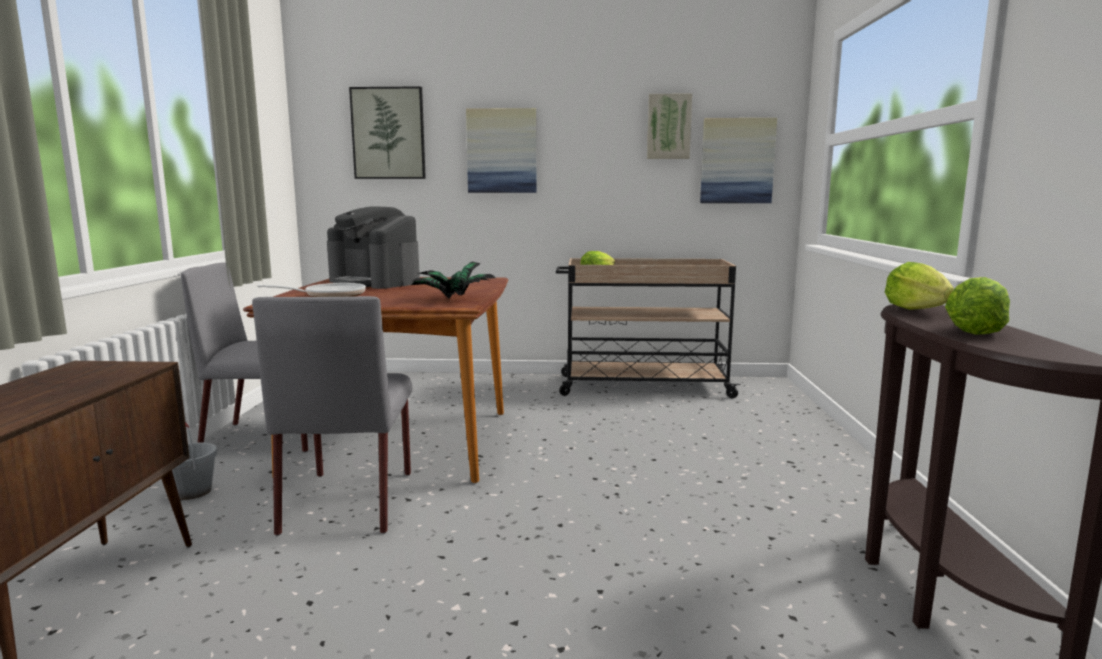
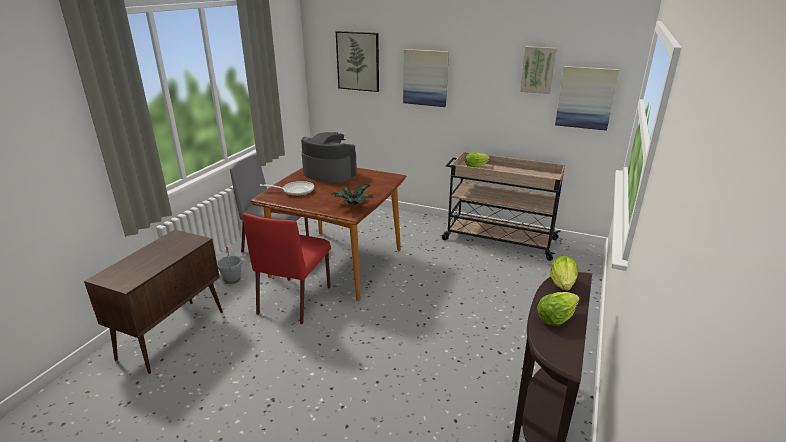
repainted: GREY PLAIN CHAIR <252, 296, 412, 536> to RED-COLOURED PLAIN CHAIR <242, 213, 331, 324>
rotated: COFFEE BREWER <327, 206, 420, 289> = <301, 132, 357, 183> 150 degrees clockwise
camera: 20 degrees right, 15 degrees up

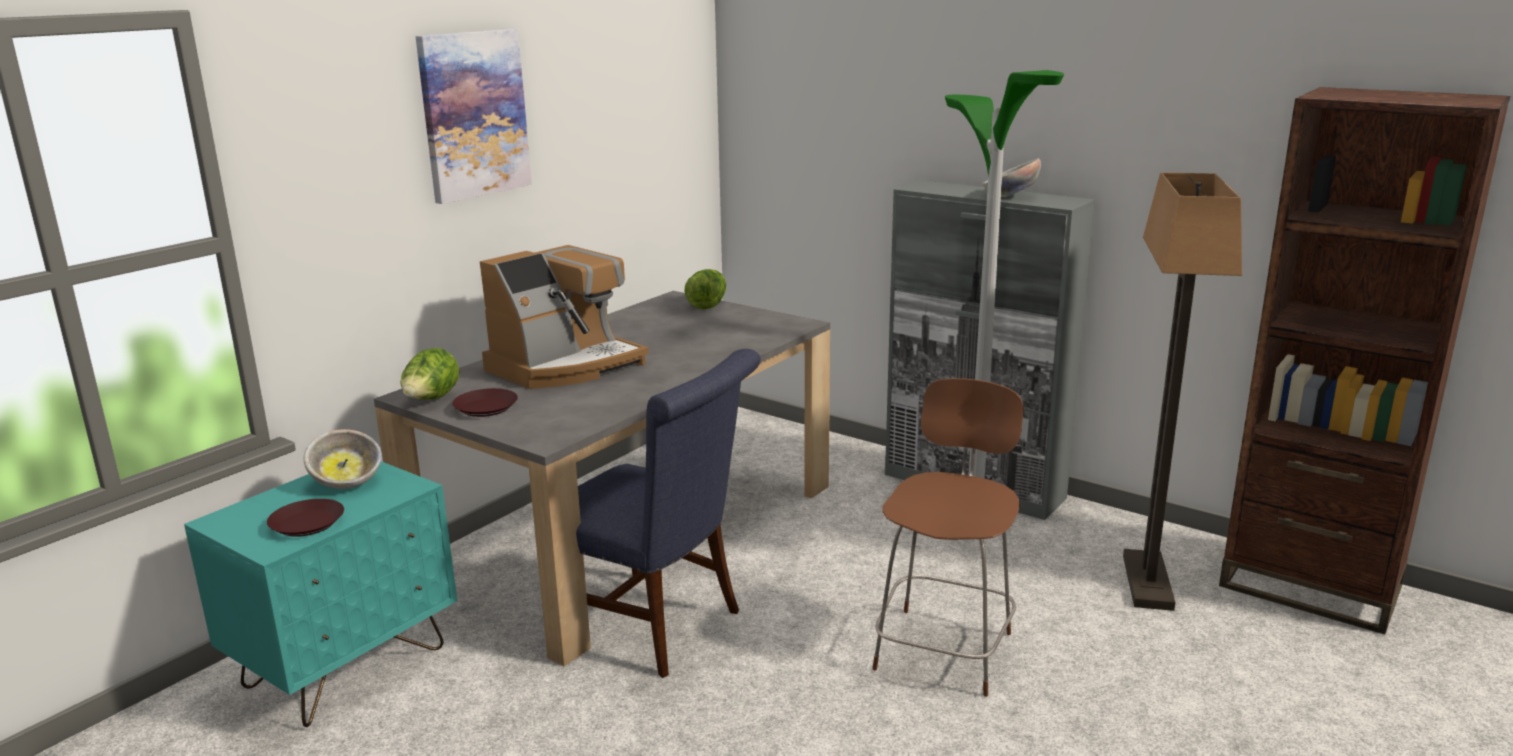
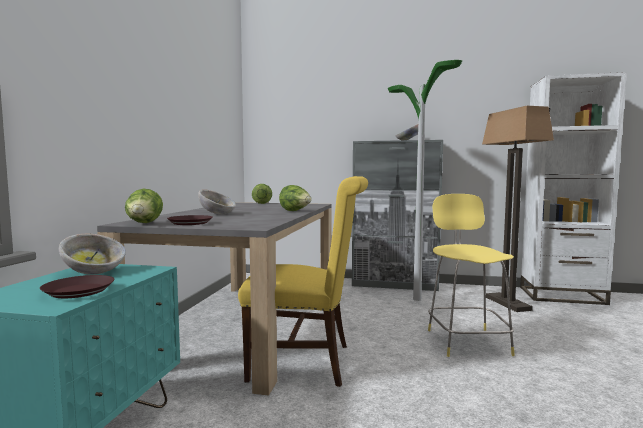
gone: WALL ART <415, 29, 532, 204>
new: LETTUCE HEAD <279, 185, 312, 211>
swapped: COFFEE BREWER <480, 245, 649, 389> to BOWL <198, 189, 236, 215>
repainted: BLUE-COLOURED PLAIN CHAIR <576, 349, 761, 678> to YELLOW-COLOURED PLAIN CHAIR <238, 176, 368, 387>; BROWNISH STOOL SEAT <873, 378, 1024, 697> to YELLOW-COLOURED STOOL SEAT <428, 194, 515, 357>; BROWNISH SHELVING UNIT <1219, 87, 1510, 634> to WHITISH SHELVING UNIT <520, 72, 627, 305>
camera: 25 degrees left, 15 degrees down

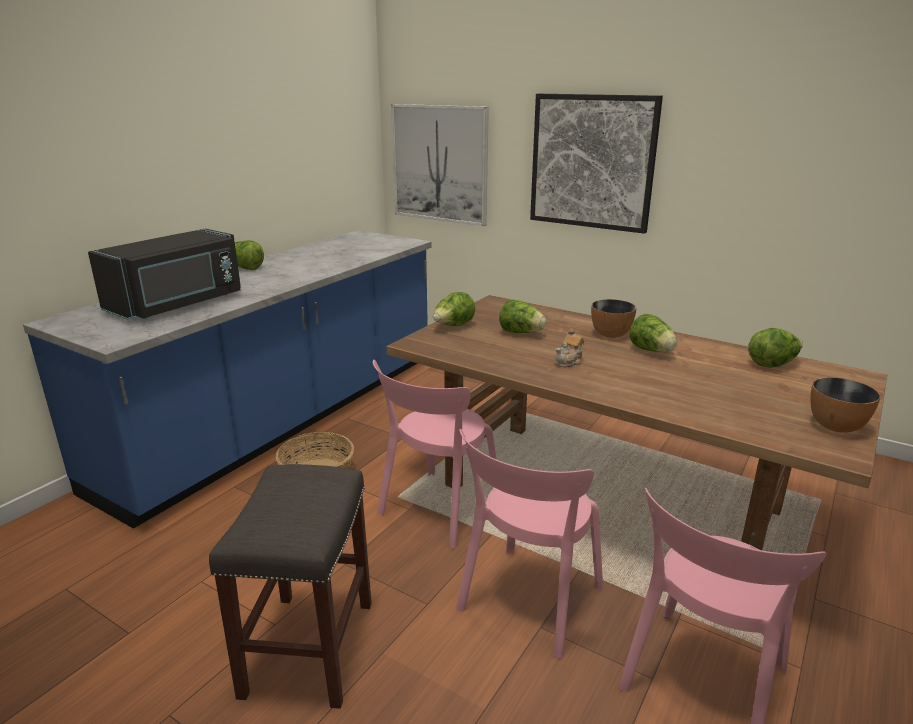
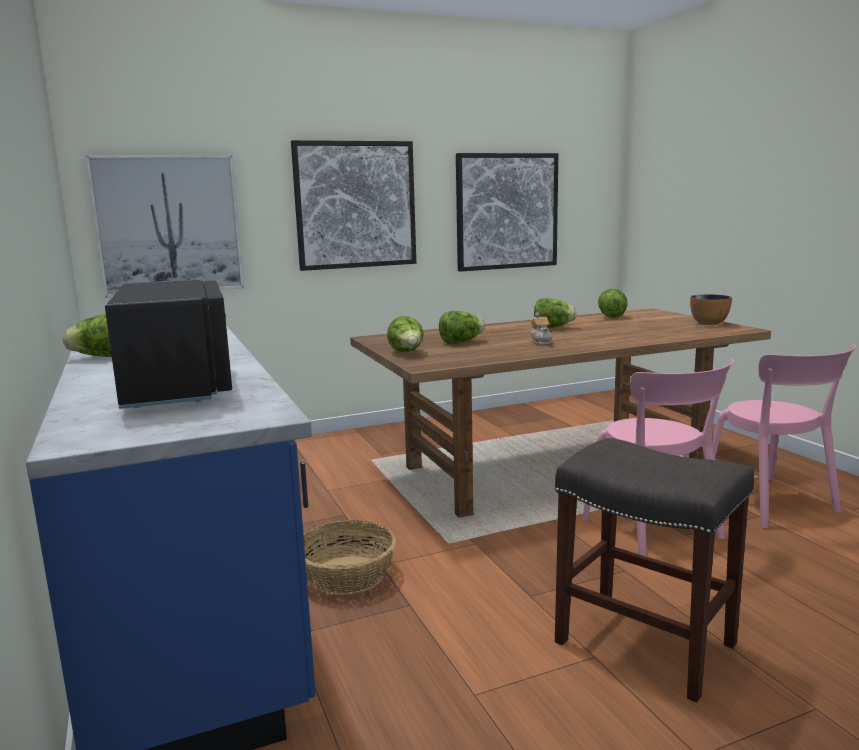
gone: PINKISH PLAIN CHAIR <373, 360, 497, 549>; BOWL <591, 299, 636, 338>
new: WALL ART <456, 153, 558, 272>
camera: 55 degrees left, 10 degrees down

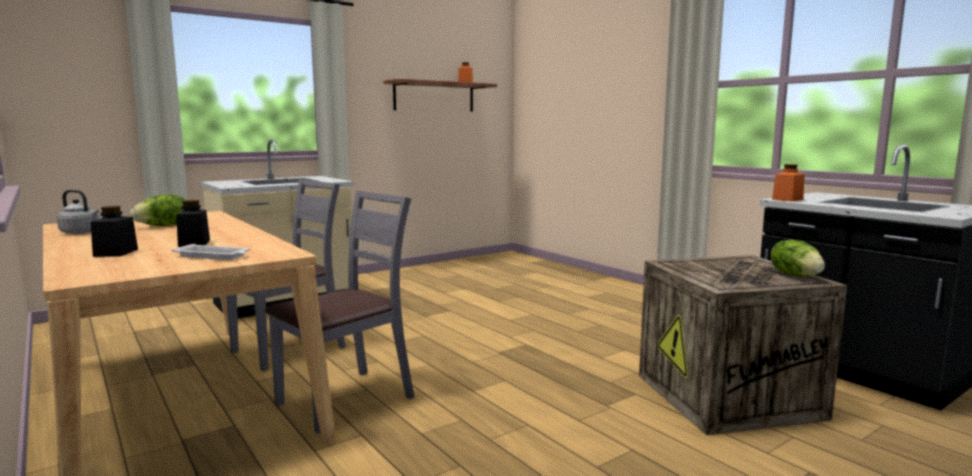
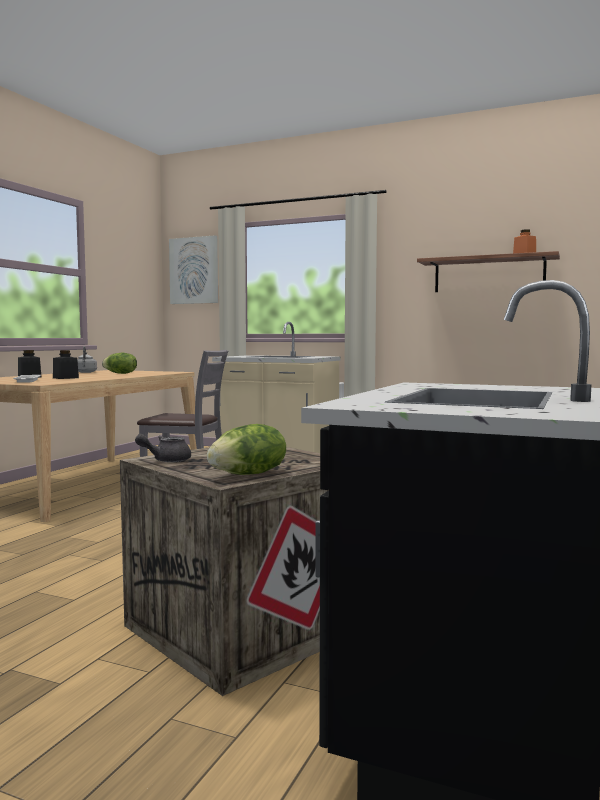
gone: GREY PLAIN CHAIR <265, 191, 415, 434>; ORANGE-COLOURED JAR <772, 164, 805, 202>
new: GREY TEAPOT <135, 434, 191, 462>; WALL ART <169, 235, 218, 304>
camera: 60 degrees right, 5 degrees down

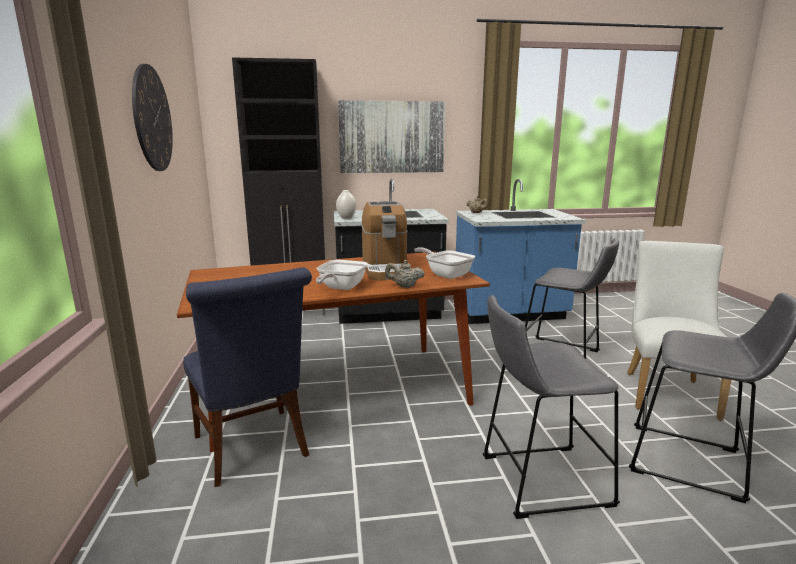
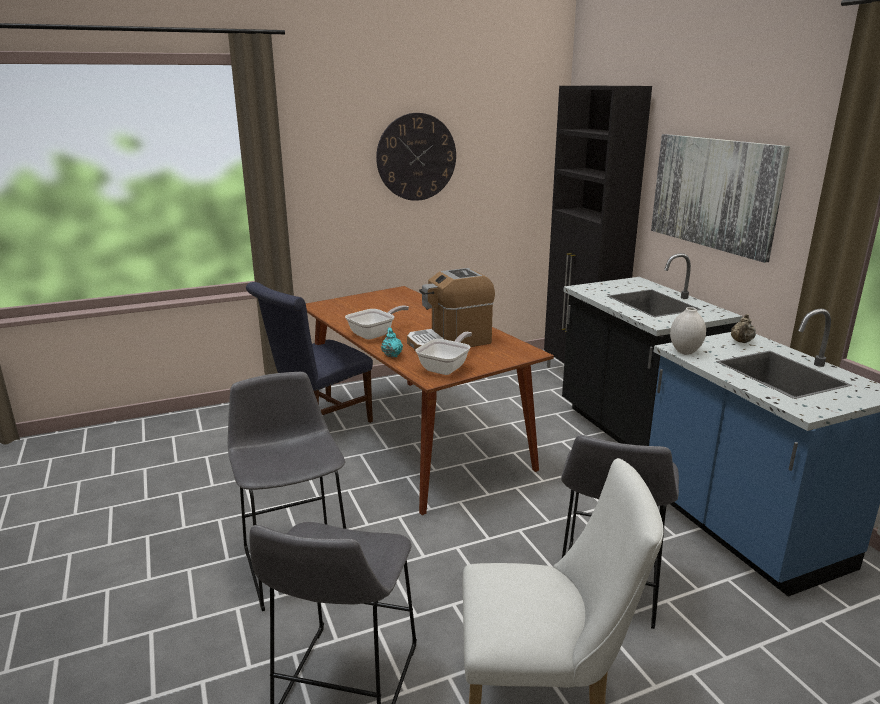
shifted: WHITISH FLOWER VASE <336, 190, 356, 219> to <670, 307, 706, 354>
repainted: BEIGE TEAPOT <385, 260, 425, 288> to BLUE-GREEN TEAPOT <381, 328, 403, 358>
rotated: PAN <316, 260, 368, 290> = <345, 305, 409, 340> 135 degrees clockwise
camera: 75 degrees right, 5 degrees up

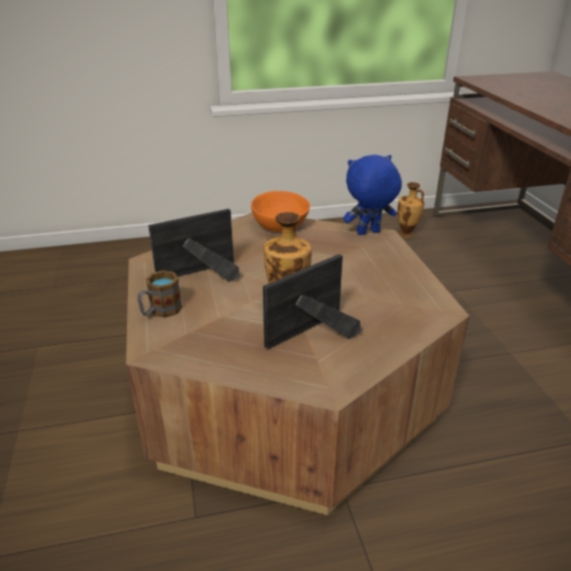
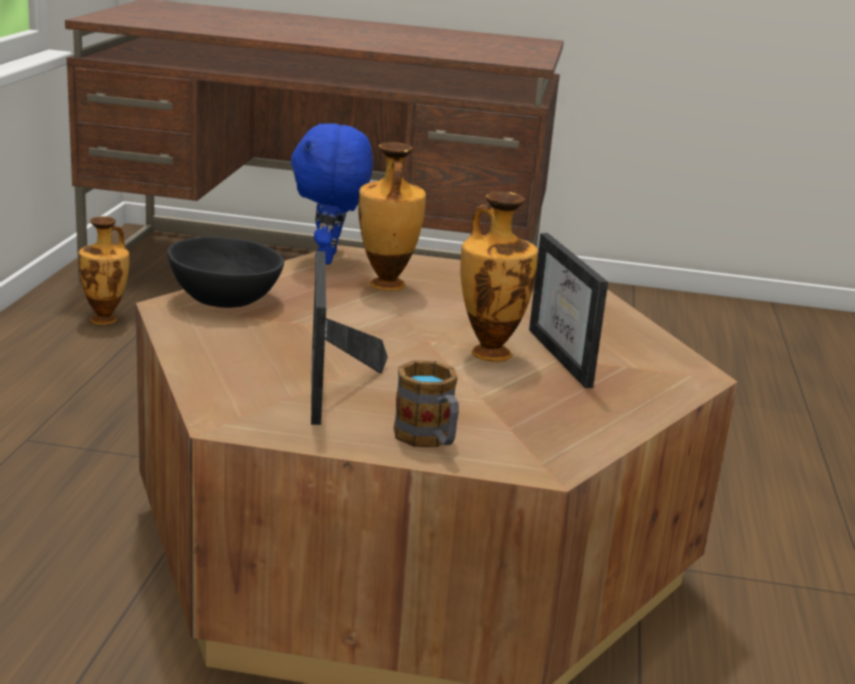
new: FLOWER VASE <358, 142, 426, 291>
repainted: ORANGE-COLOURED BOWL <251, 191, 310, 231> to BLACK BOWL <167, 236, 284, 308>
camera: 70 degrees left, 10 degrees down

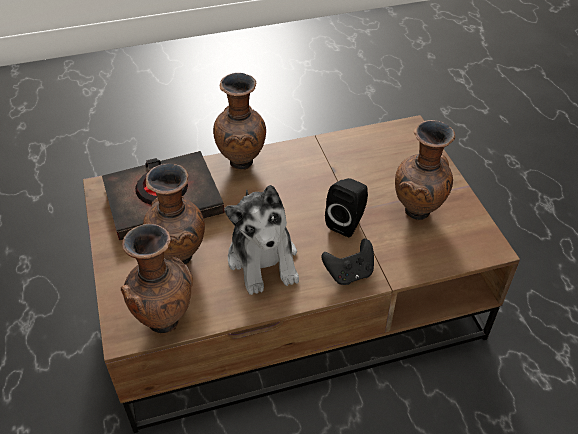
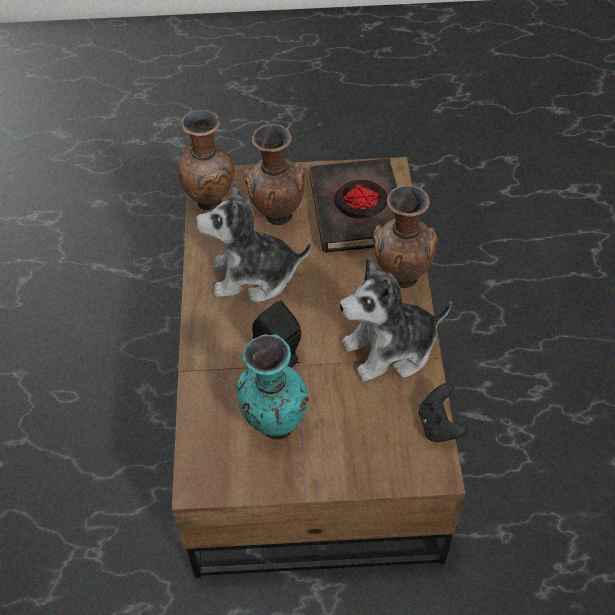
new: SOFT TOY <340, 257, 452, 382>
shifted: BLACK JOYPAD <321, 239, 374, 285> to <419, 383, 468, 442>
repainted: BROWNISH FLOWER VASE <395, 120, 455, 220> to BLUE-GREEN FLOWER VASE <237, 334, 309, 440>
camera: 105 degrees right, 5 degrees up

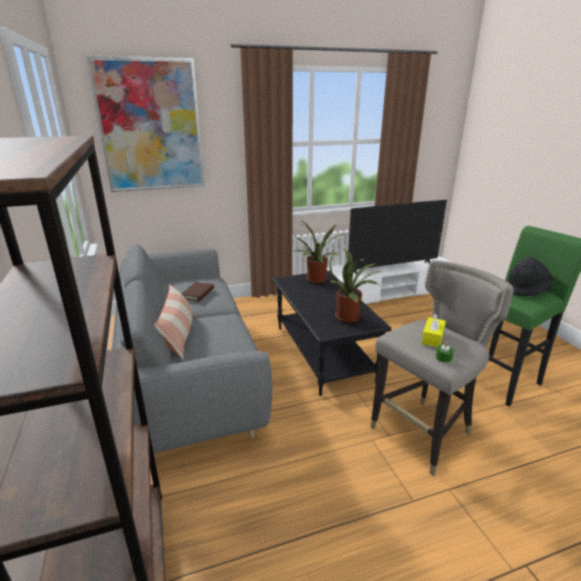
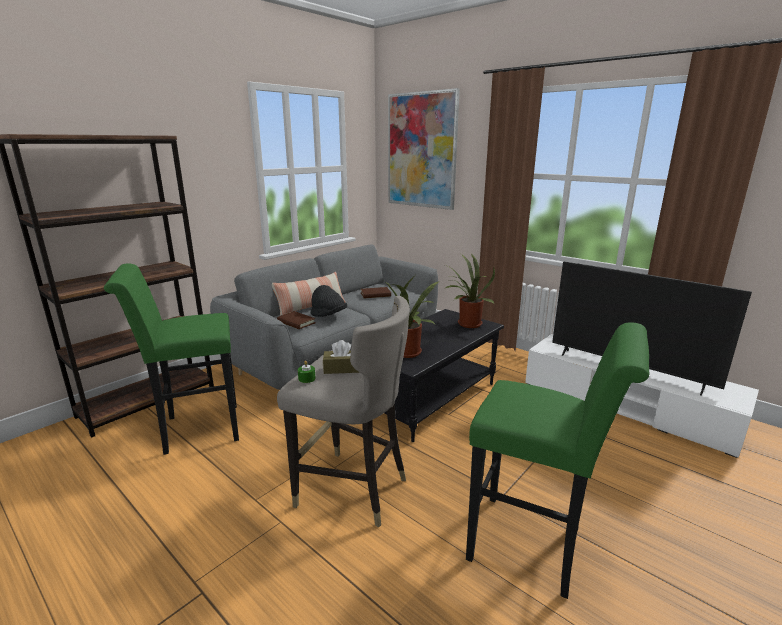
new: GREEN STOOL SEAT <104, 263, 239, 455>; BROWNISH BOUND BOOK <277, 311, 316, 329>
shifted: BLACK HAT <507, 257, 553, 296> to <311, 285, 347, 317>
repainted: YELLOW-COLOURED TISSUE BOX <421, 313, 446, 347> to BROWNISH TISSUE BOX <323, 340, 359, 374>
camera: 60 degrees right, 5 degrees down

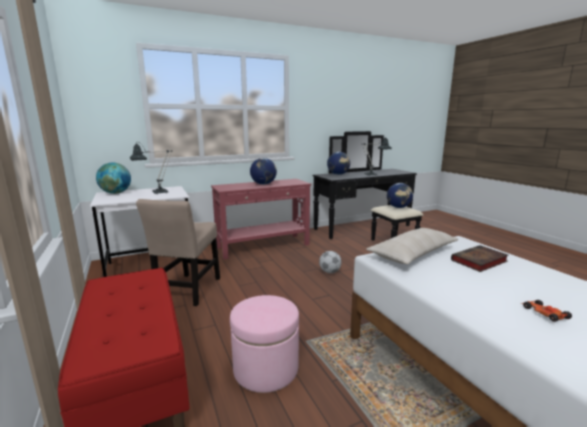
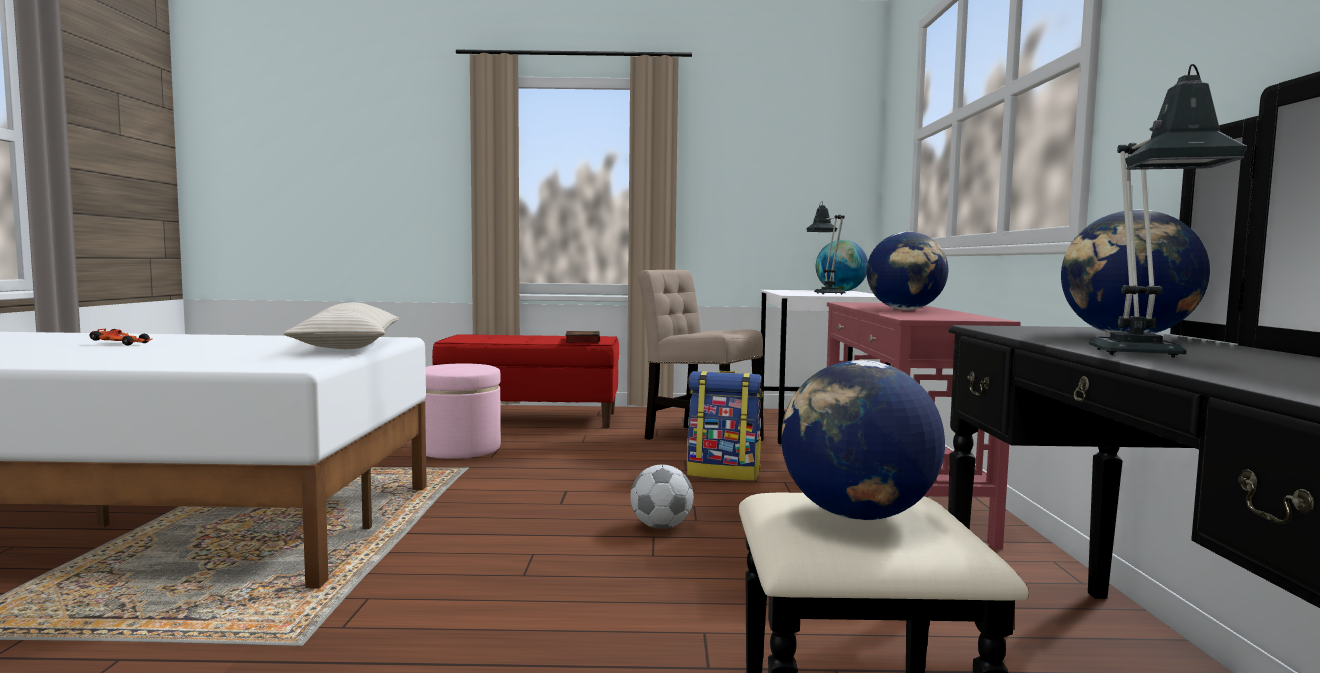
new: KNAPSACK <687, 371, 763, 481>
shifted: BOUND BOOK <451, 245, 509, 272> to <565, 331, 600, 343>
camera: 115 degrees right, 10 degrees down

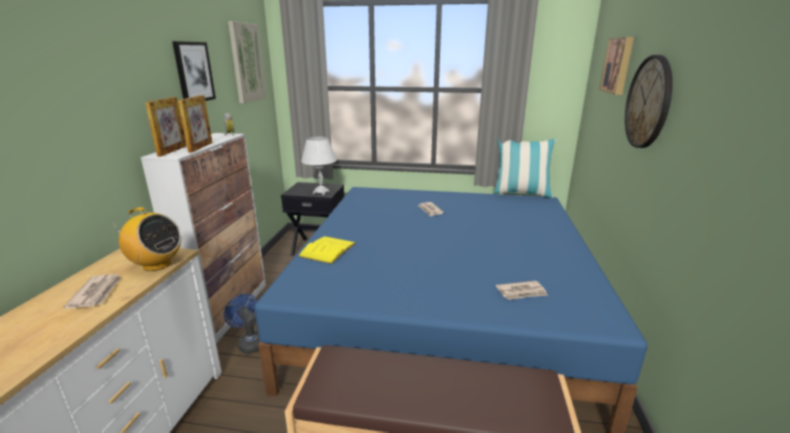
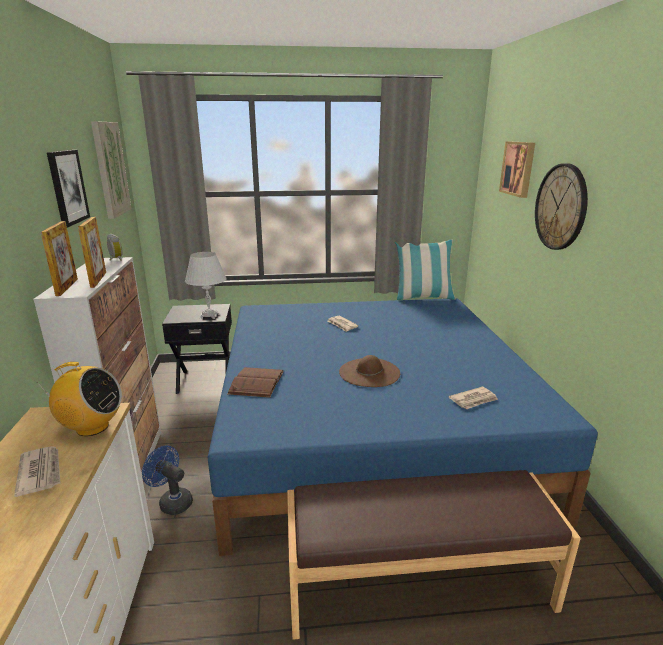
new: BROWNISH HAT <339, 355, 400, 387>
repainted: YELLOW-COLOURED BOUND BOOK <298, 236, 356, 264> to BROWNISH BOUND BOOK <227, 367, 283, 398>
camera: 15 degrees left, 0 degrees up

